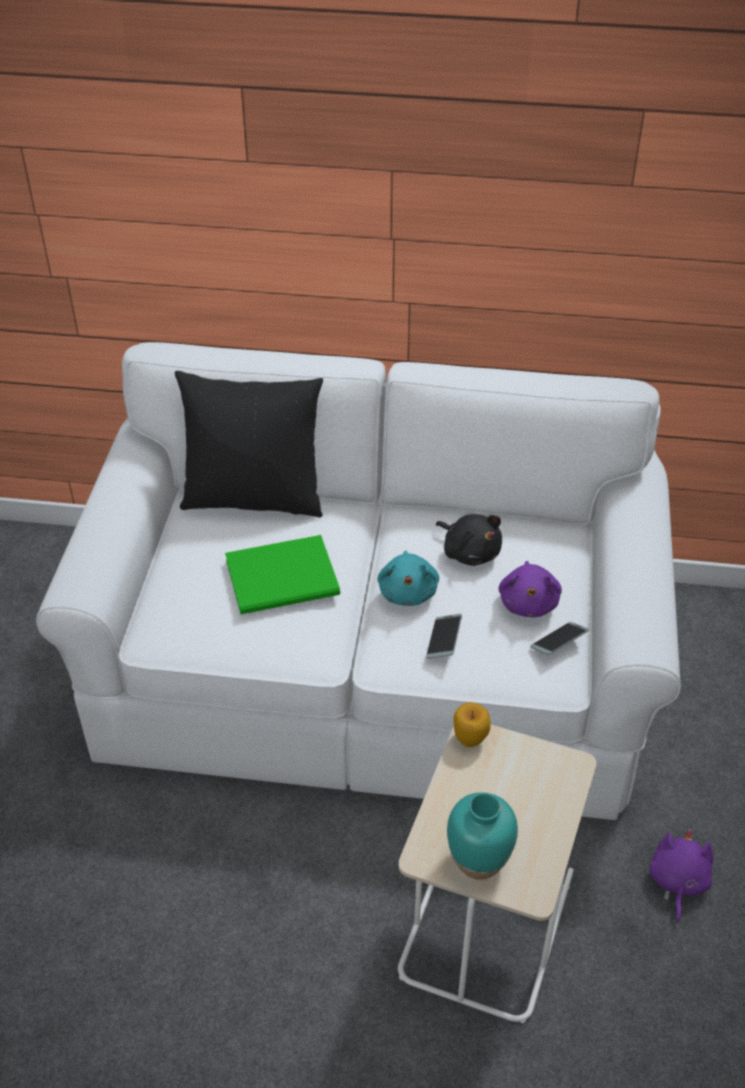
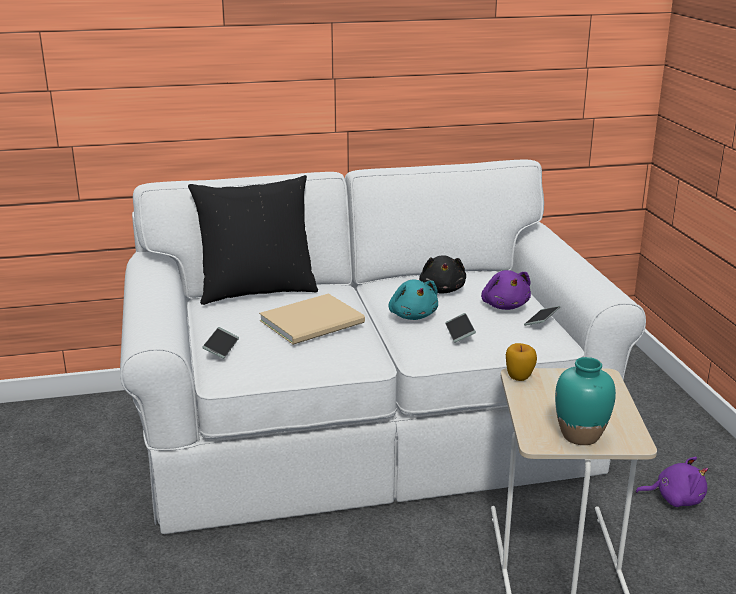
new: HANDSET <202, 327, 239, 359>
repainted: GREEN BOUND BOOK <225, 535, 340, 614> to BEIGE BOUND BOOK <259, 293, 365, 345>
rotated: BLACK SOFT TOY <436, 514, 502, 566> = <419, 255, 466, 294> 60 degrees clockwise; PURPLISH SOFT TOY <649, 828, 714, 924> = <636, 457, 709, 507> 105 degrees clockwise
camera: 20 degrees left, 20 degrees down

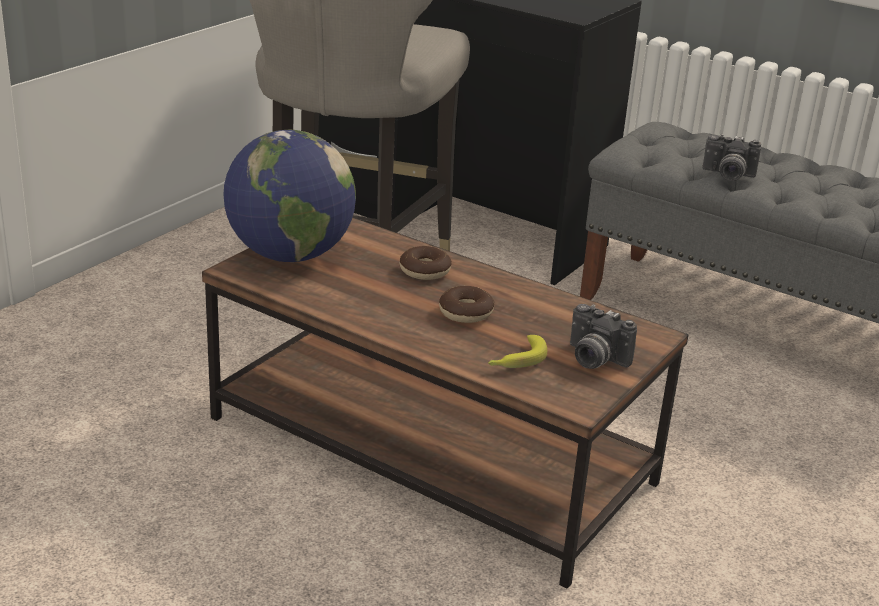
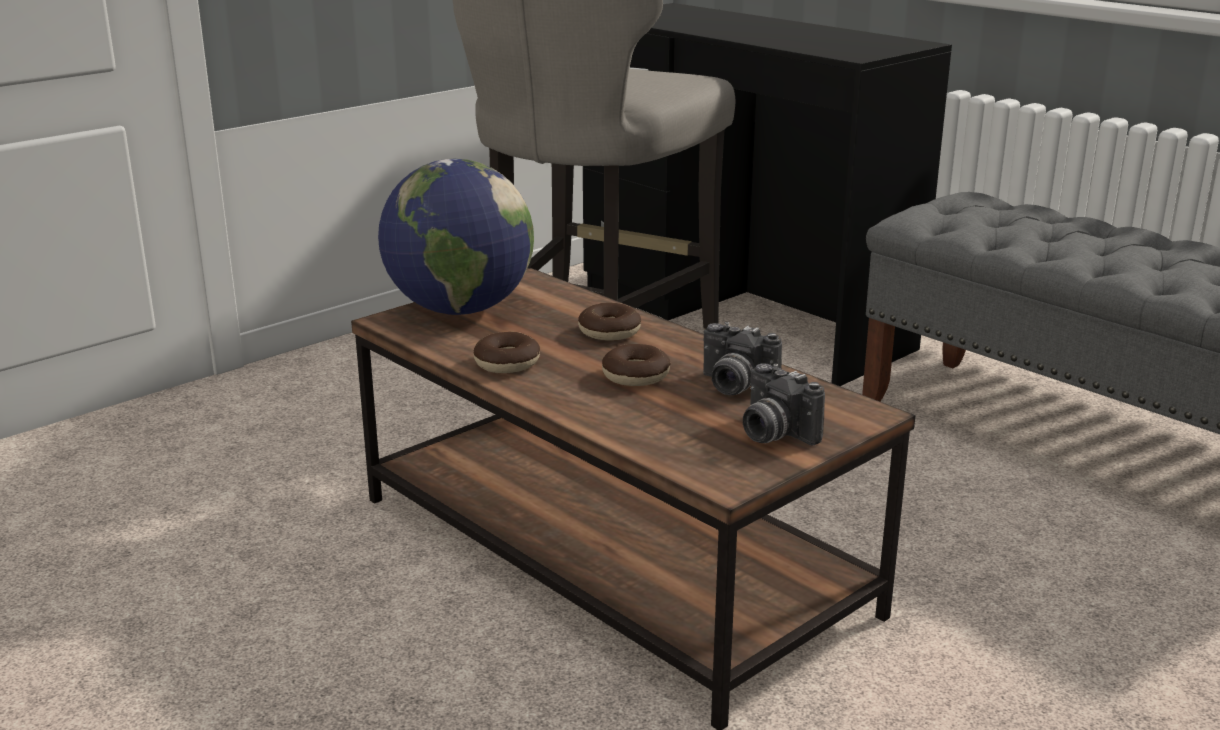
gone: BANANA <488, 335, 547, 368>
new: DOUGHNUT <473, 332, 540, 373>
shifted: PHOTO CAMERA <702, 134, 761, 181> to <703, 322, 782, 395>
camera: 15 degrees right, 5 degrees down

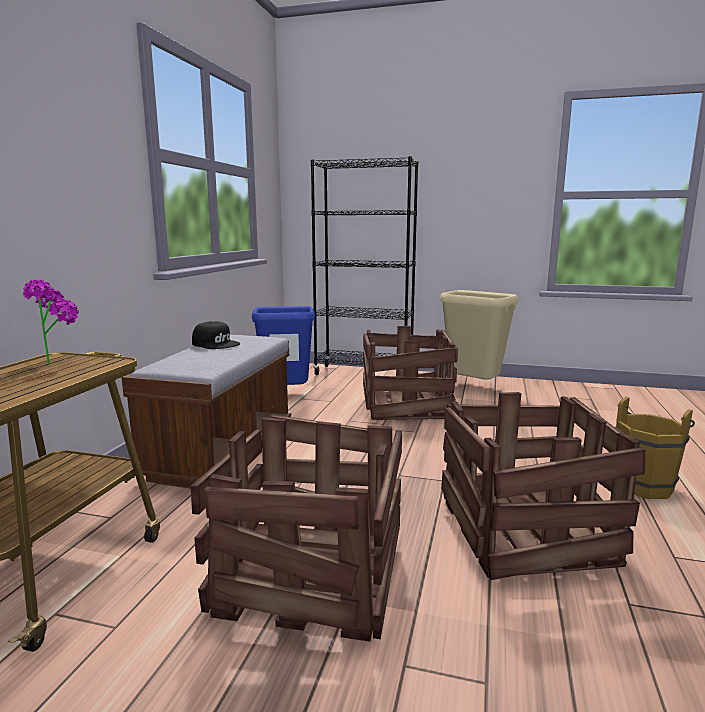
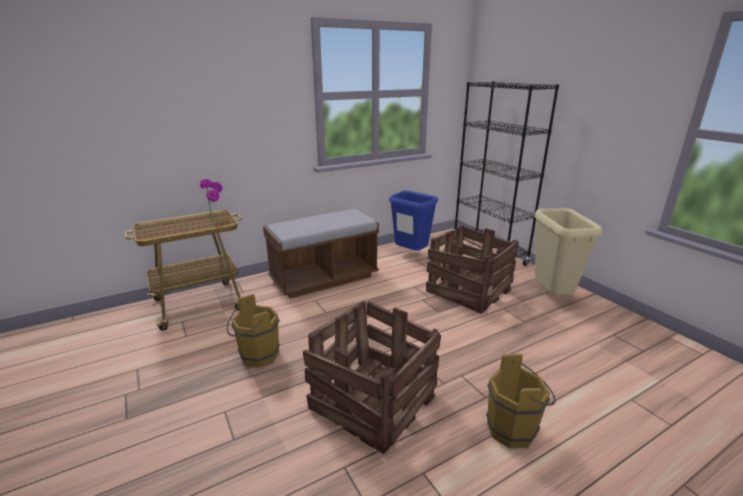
gone: BLACK PEAKED CAP <192, 321, 241, 349>
swapped: PACKING CRATE <191, 414, 402, 642> to BROWNISH BUCKET <227, 294, 280, 368>
camera: 45 degrees right, 10 degrees up

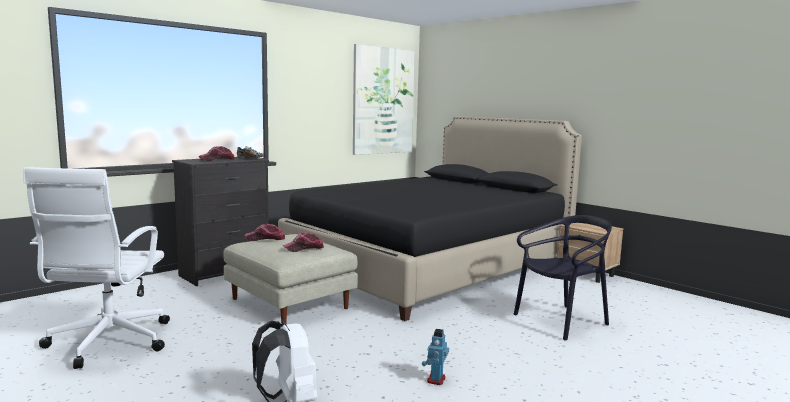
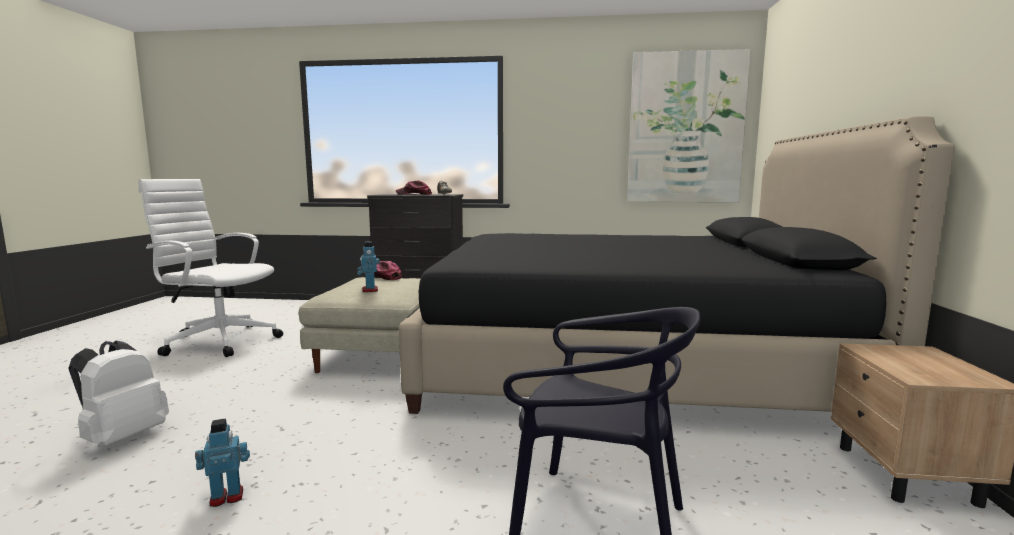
swapped: PEAKED CAP <283, 232, 324, 252> to TOY ROBOT <357, 241, 380, 292>
rotated: WHITISH DESK CHAIR <24, 167, 170, 369> = <138, 179, 283, 357> 60 degrees clockwise
camera: 50 degrees right, 0 degrees up

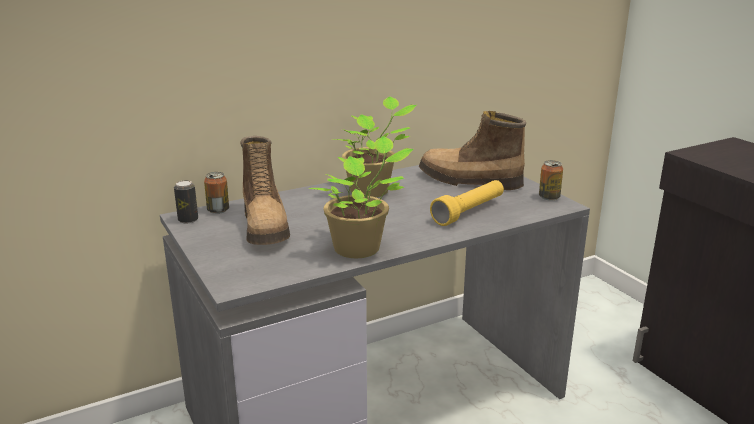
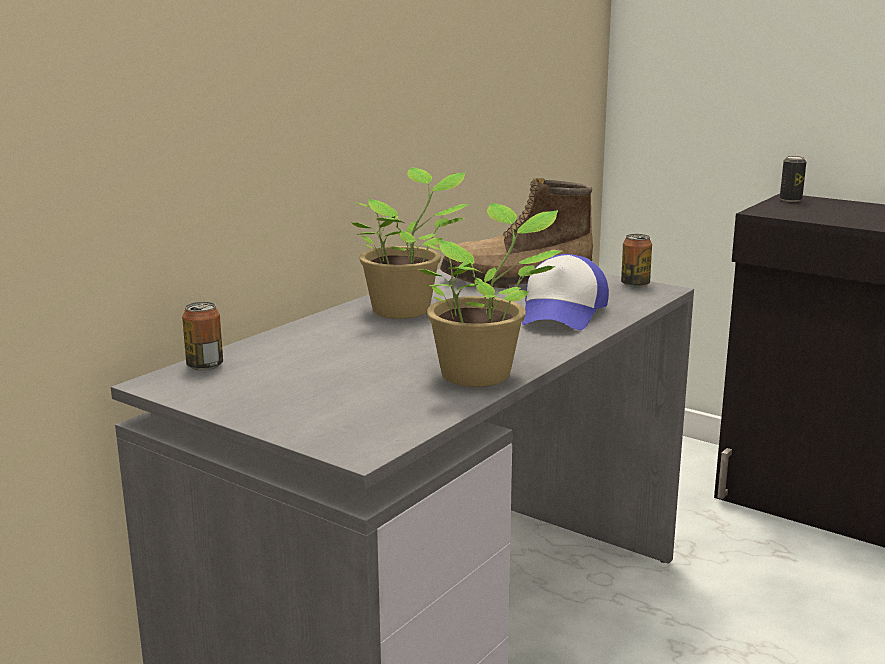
gone: TALL BOOT <240, 136, 290, 245>
shifted: METAL CAN <174, 180, 198, 223> to <780, 156, 806, 202>
swapped: YELLOW-COLOURED HAND TORCH <430, 180, 504, 226> to PEAKED CAP <522, 254, 609, 330>
camera: 25 degrees left, 5 degrees down

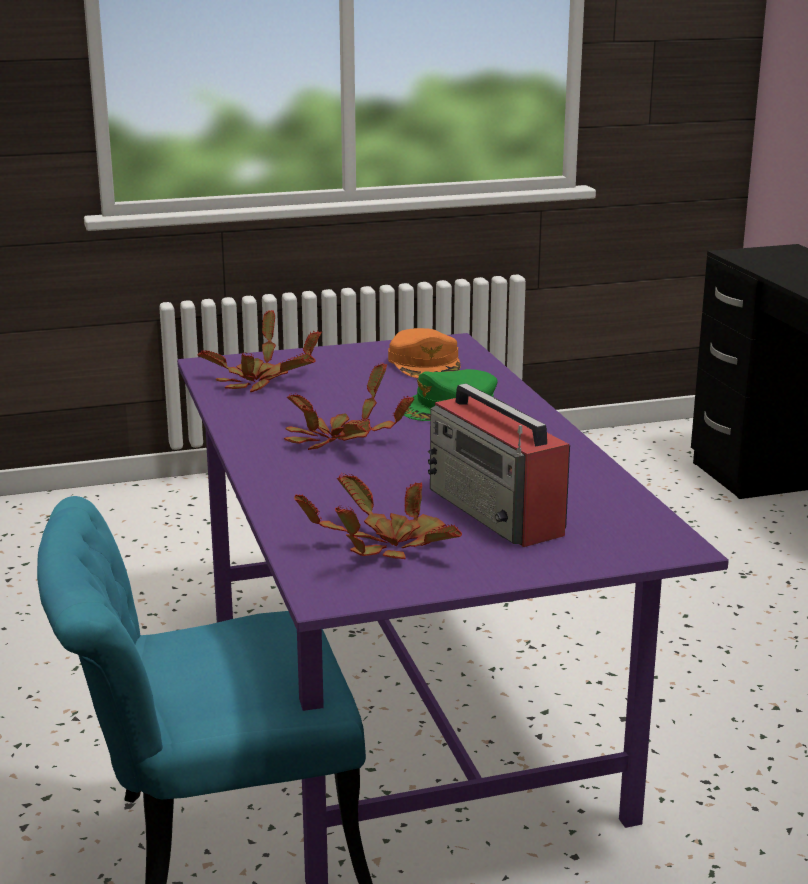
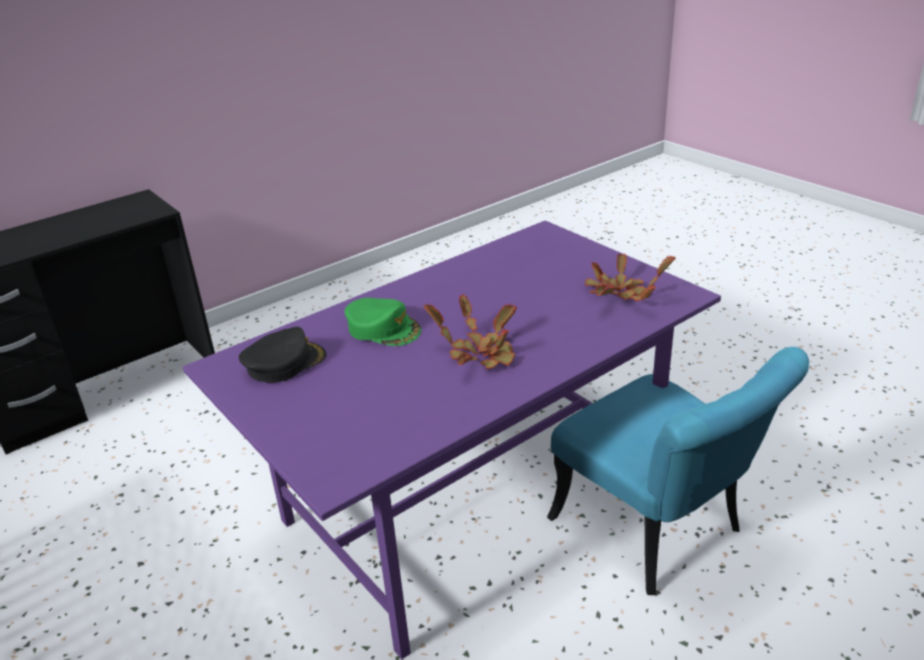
gone: POTTED PLANT <197, 309, 322, 392>; RADIO RECEIVER <428, 383, 570, 547>
repainted: ORANGE-COLOURED PEAKED CAP <388, 328, 461, 378> to BLACK PEAKED CAP <239, 327, 327, 382>
camera: 110 degrees left, 10 degrees up

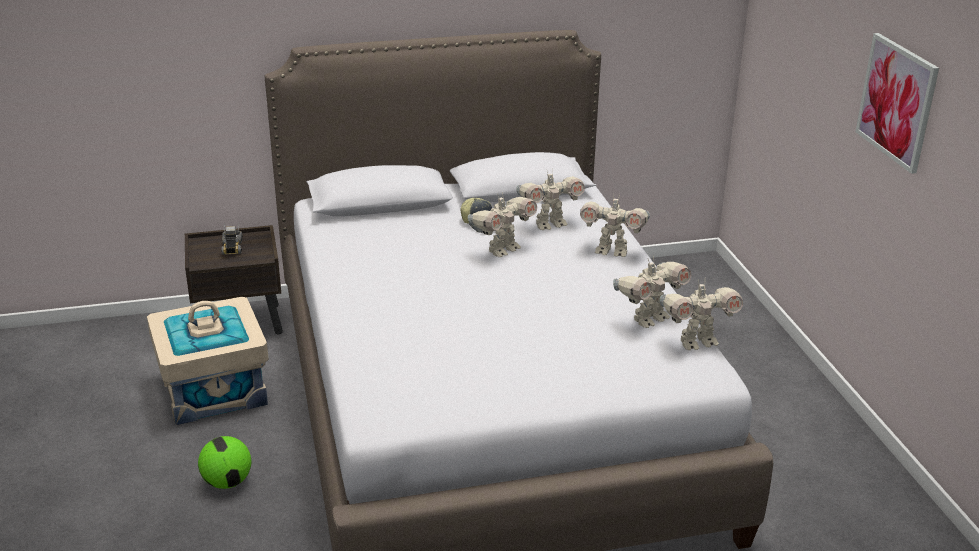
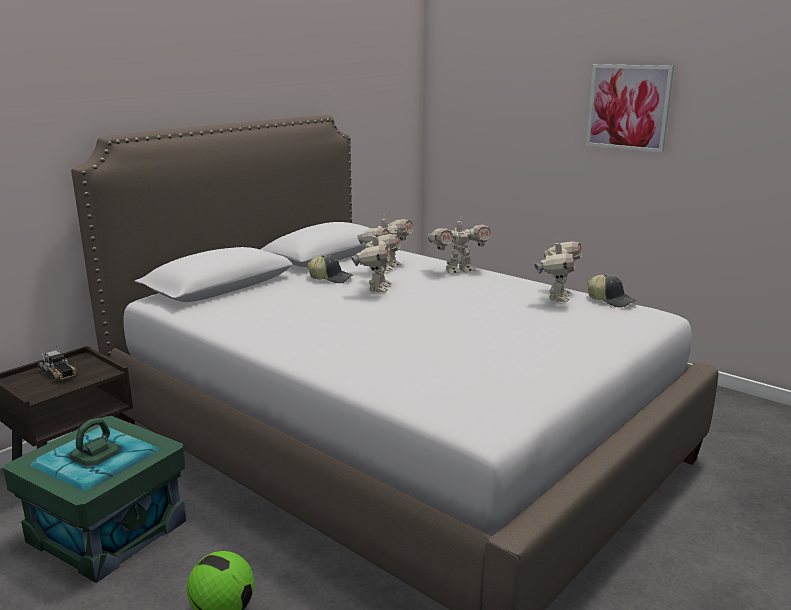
swapped: TOY ROBOT <660, 280, 743, 350> to PEAKED CAP <587, 274, 637, 308>
repainted: BEIGE STORAGE BOX <147, 297, 269, 425> to GREEN STORAGE BOX <3, 416, 187, 583>
camera: 35 degrees left, 10 degrees down

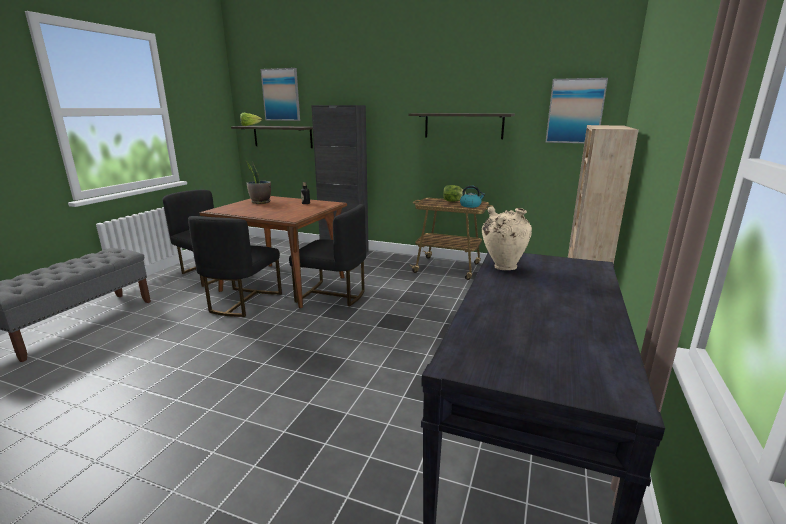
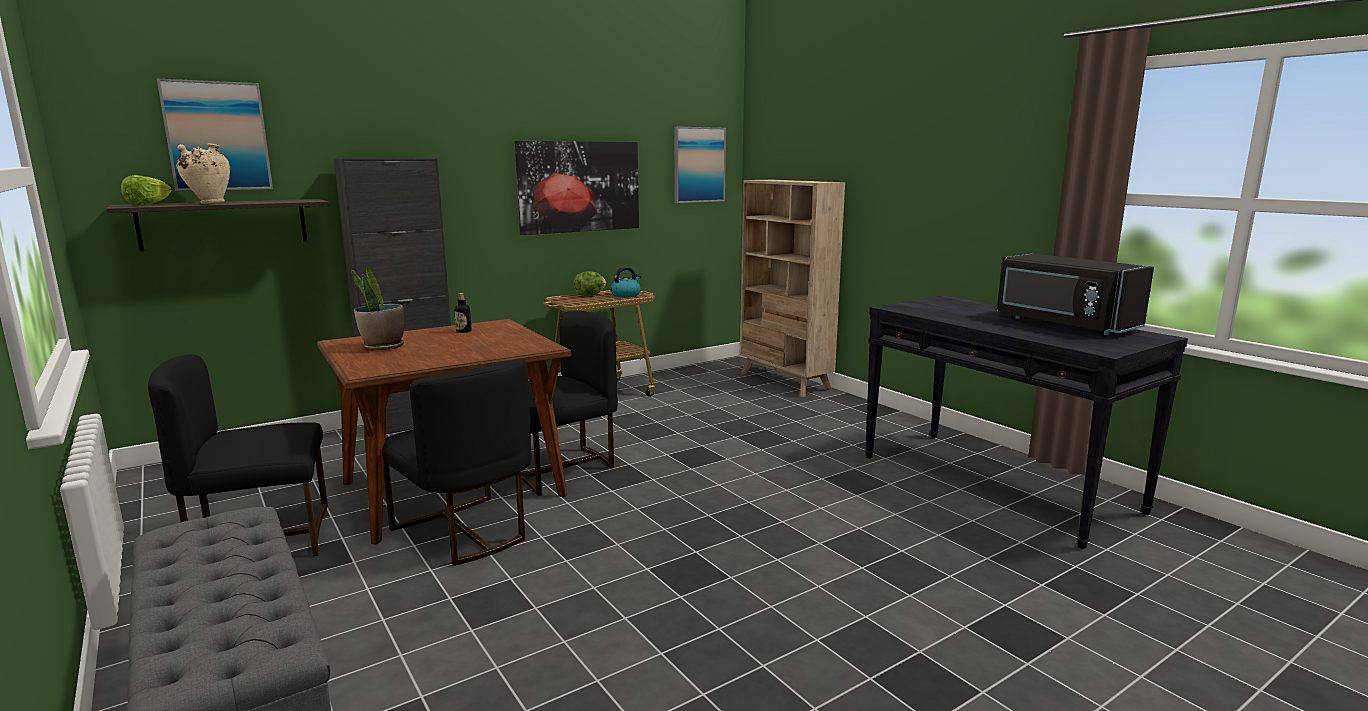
new: BLACK KITCHEN MICROWAVE <997, 253, 1154, 335>
shifted: BEIGE FLOWER VASE <482, 206, 532, 270> to <176, 143, 230, 204>
swapped: SHELF <408, 113, 515, 139> to WALL ART <515, 141, 639, 235>
camera: 55 degrees left, 5 degrees down

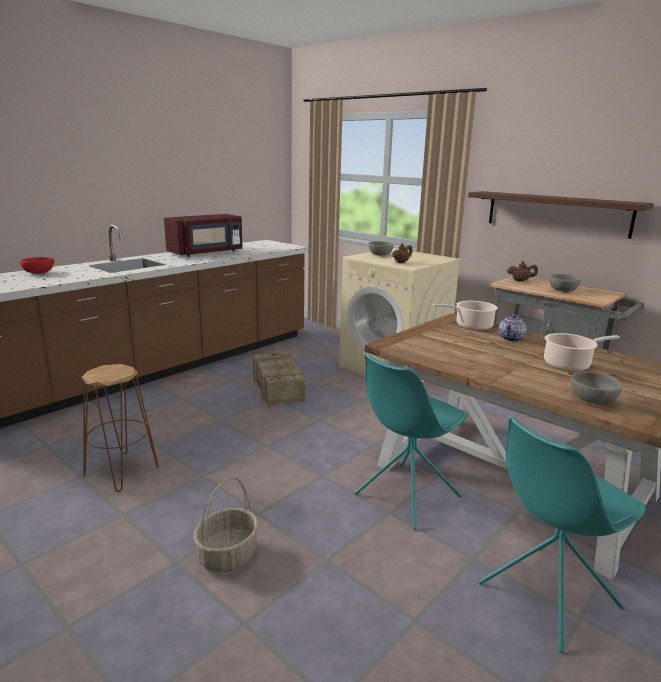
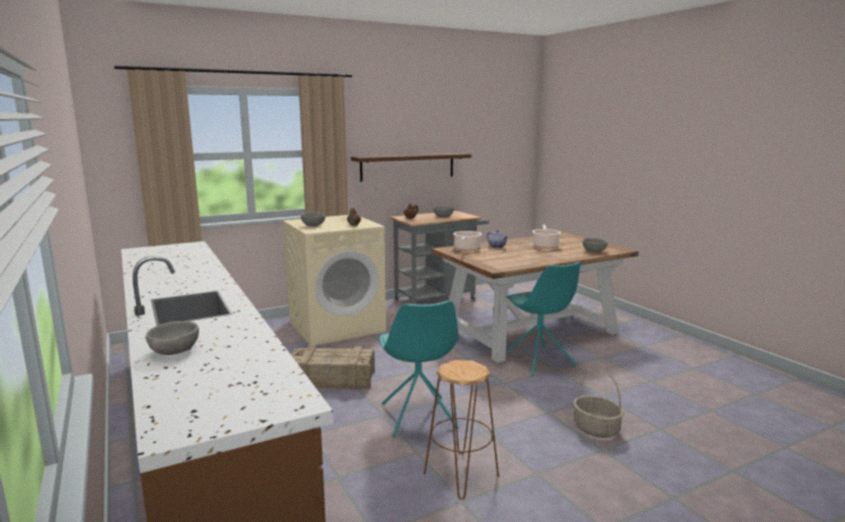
gone: RED-COLOURED KITCHEN MICROWAVE <164, 214, 243, 257>
shifted: BLUE-GREEN PLAIN CHAIR <478, 417, 646, 653> to <380, 301, 459, 437>
repainted: RED-COLOURED BOWL <20, 257, 54, 274> to GREY BOWL <146, 321, 199, 355>
camera: 70 degrees left, 5 degrees down

